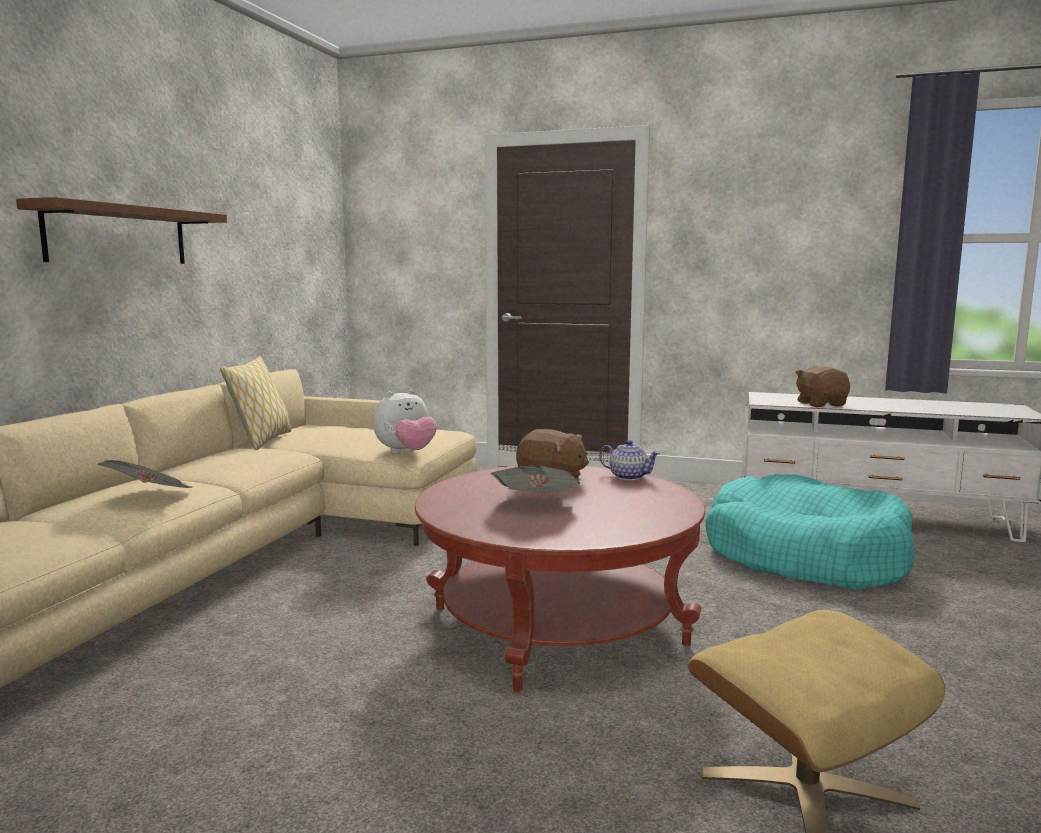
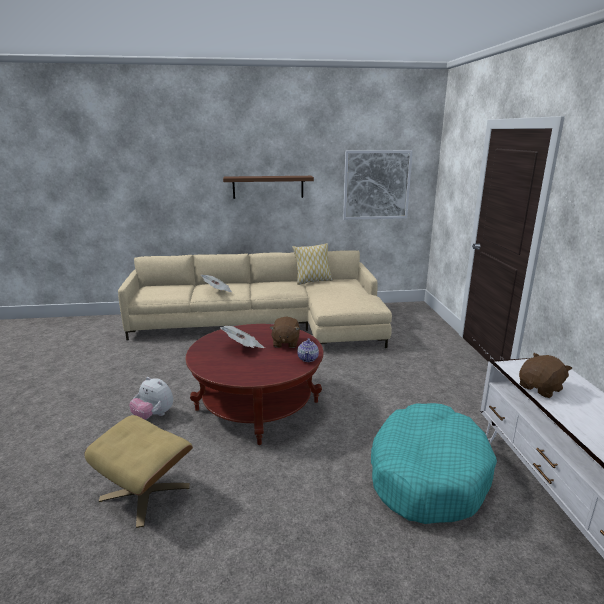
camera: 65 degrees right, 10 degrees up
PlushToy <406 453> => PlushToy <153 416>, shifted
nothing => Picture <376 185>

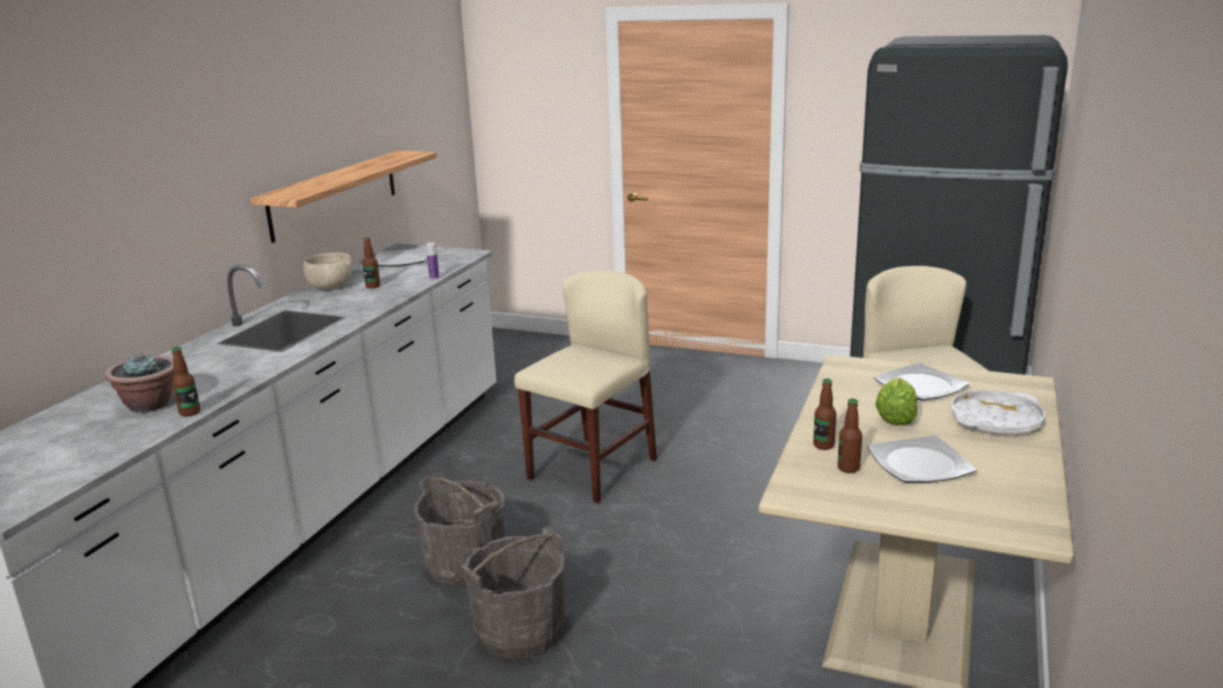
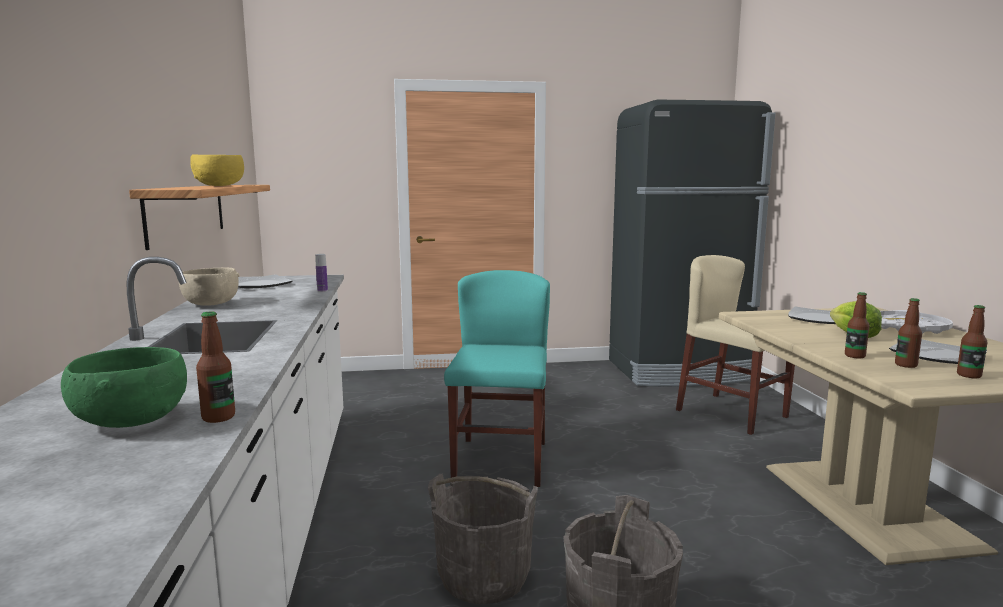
camera: 30 degrees left, 10 degrees down
PottedPlant <150 405> => GreenBowl <130 421>
Bottle <373 286> => Bottle <969 375>, shifted
BeigeChair <592 469> => TurquoiseChair <500 461>
nothing => YellowBowl <220 185>

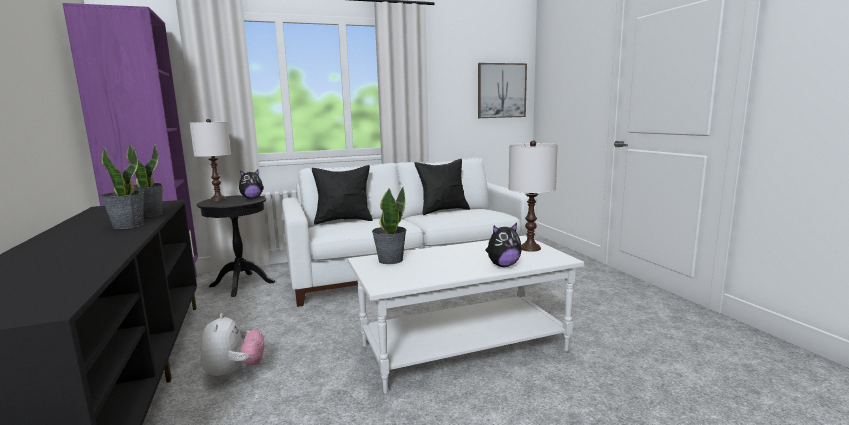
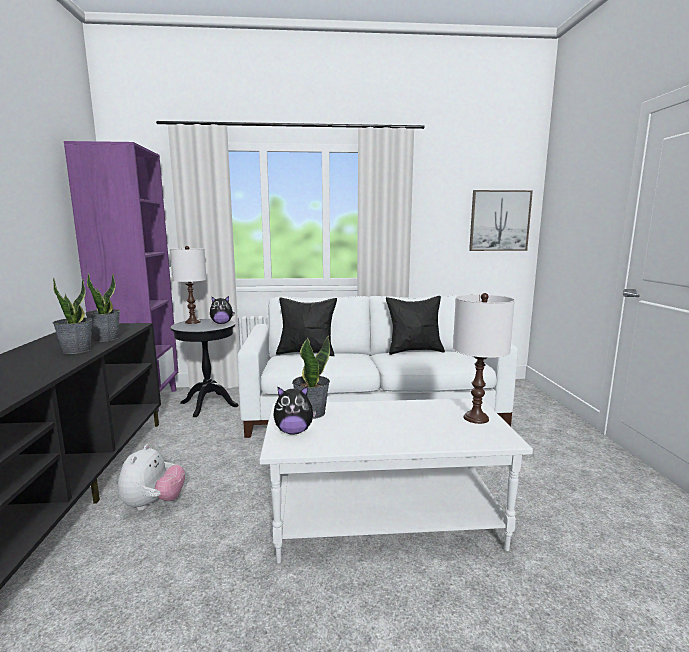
camera: 15 degrees right, 0 degrees up
PlushToy <503 265> => PlushToy <294 431>, shifted

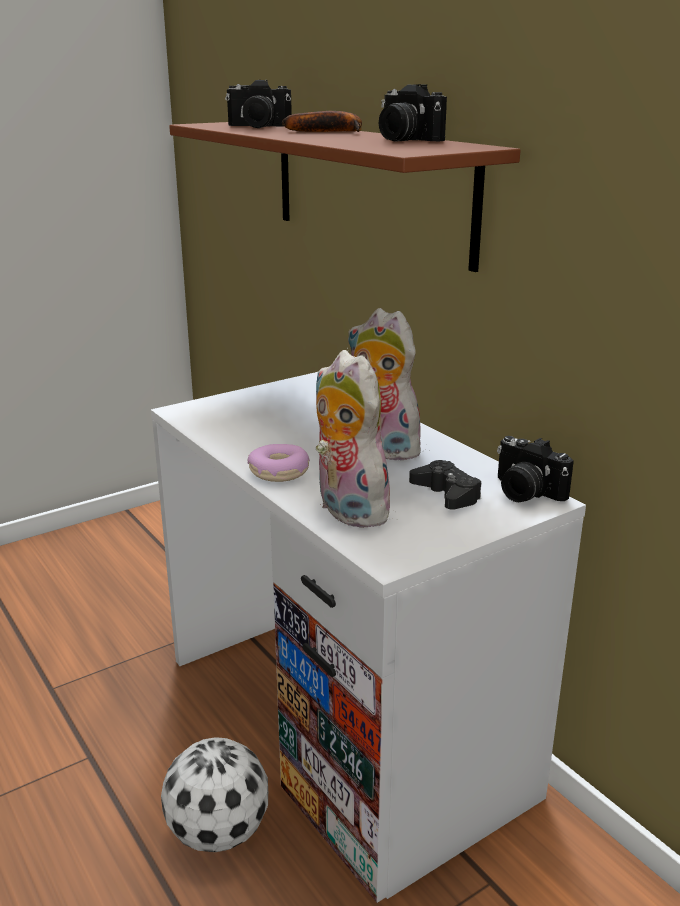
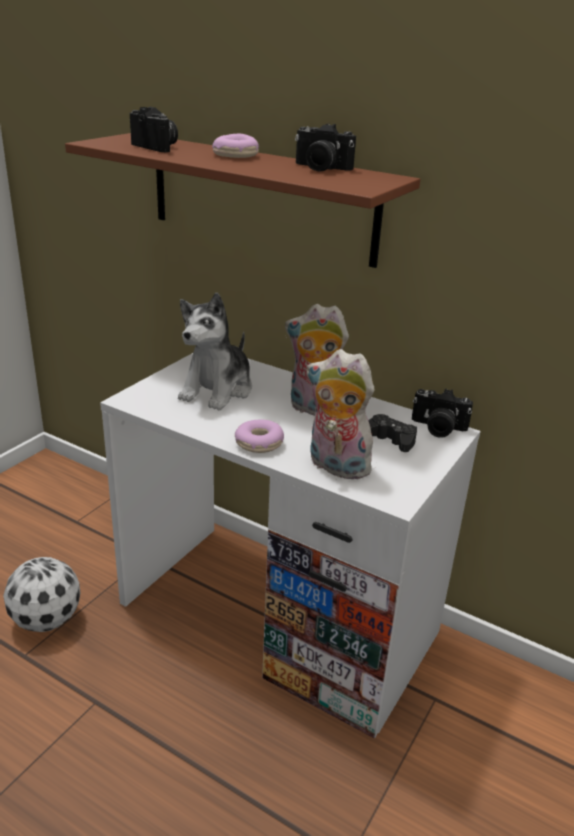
camera: 25 degrees left, 5 degrees up
Football <219 831> => Football <47 620>, shifted
PhotoCamera <257 127> => PhotoCamera <158 147>, 120 degrees counterclockwise
Banana <330 132> => Donut <236 155>
nothing => PlushToy <218 390>

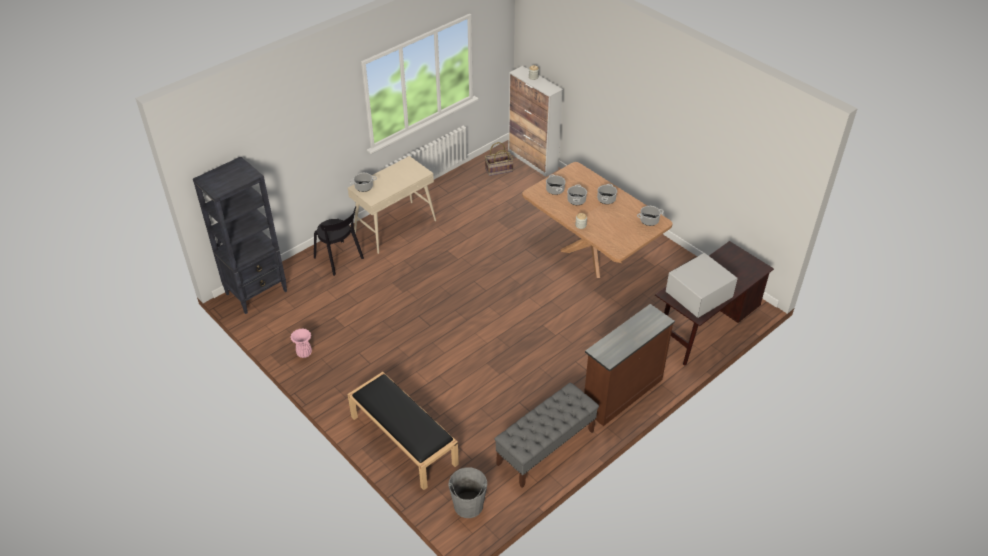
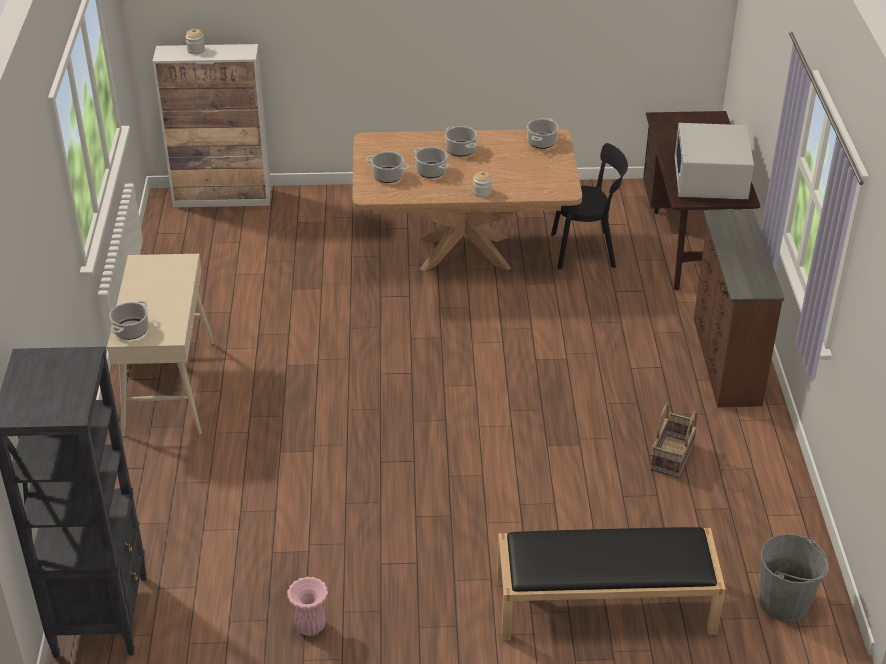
camera: 50 degrees left, 5 degrees down
BlackChair <340 259> => BlackChair <587 250>, shifted
Basket <499 170> => Basket <673 457>, shifted
GreyBench <545 448> => nothing

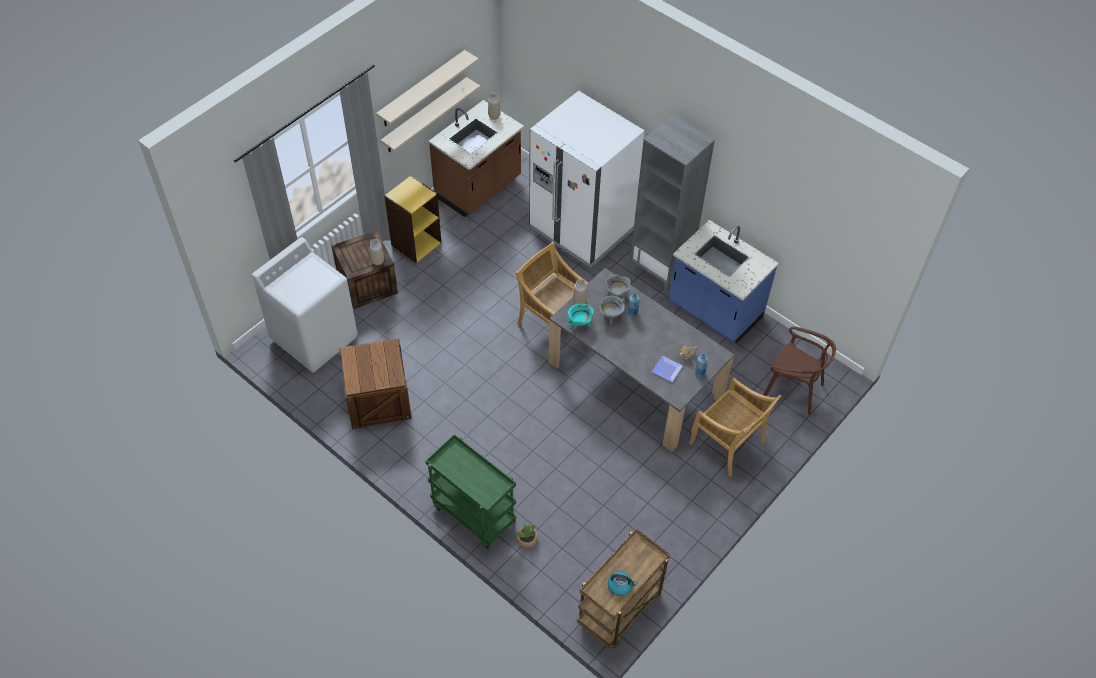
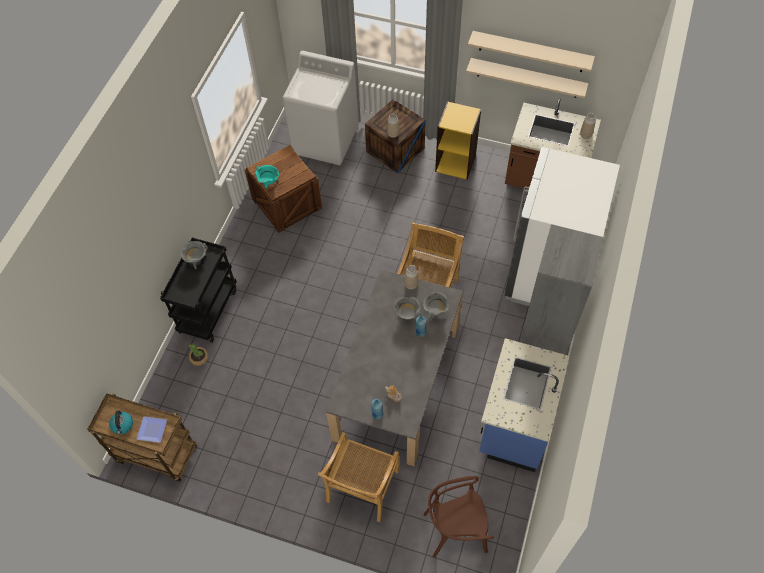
camera: 70 degrees right, 5 degrees up
GreenCart <472 513> => BlackCart <208 310>
TurquoiseCookingPot <580 324> => TurquoiseCookingPot <268 183>, shifted
Plate <665 370> => Plate <151 429>, shifted
BrownChair <792 389> => BrownChair <455 529>, 75 degrees clockwise
nothing => GreyCookingPot <196 260>

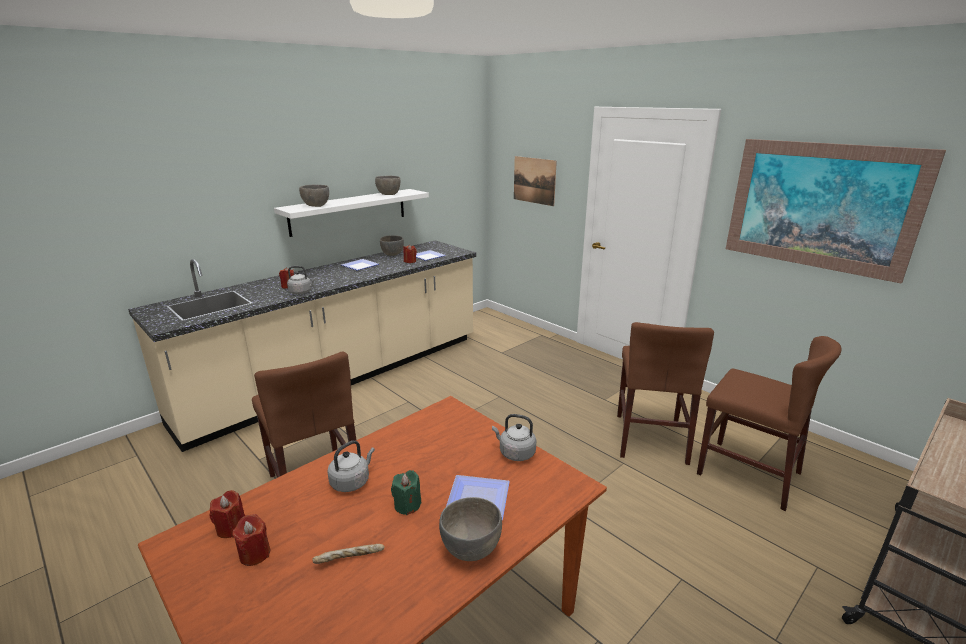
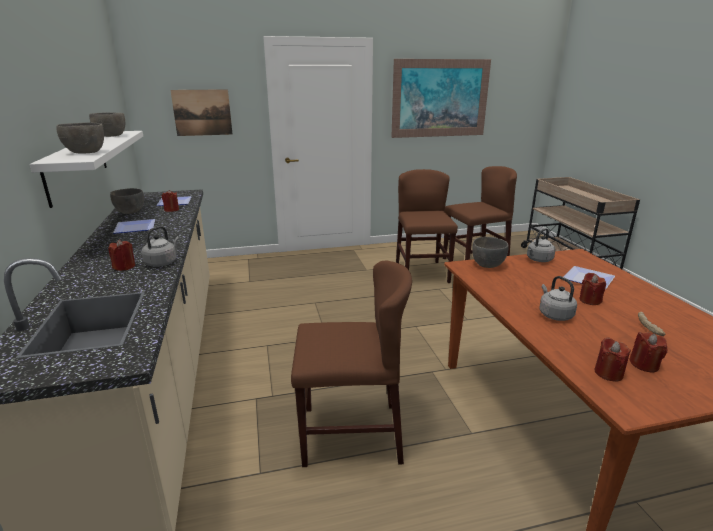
camera: 60 degrees left, 0 degrees up
GreenCandle <407 505> => RedCandle <589 300>
GreyBowl <471 549> => GreyBowl <487 265>, shifted
BrownChair <650 438> => BrownChair <422 272>, 135 degrees counterclockwise

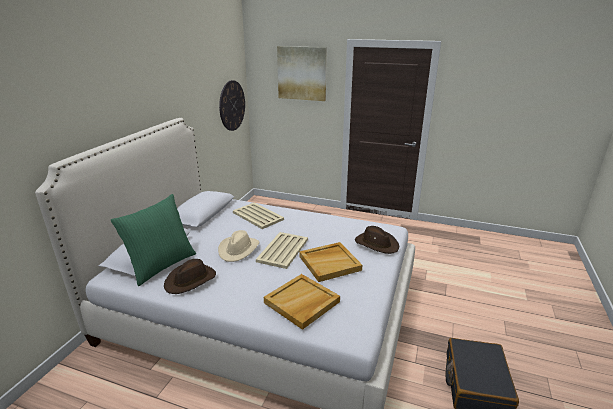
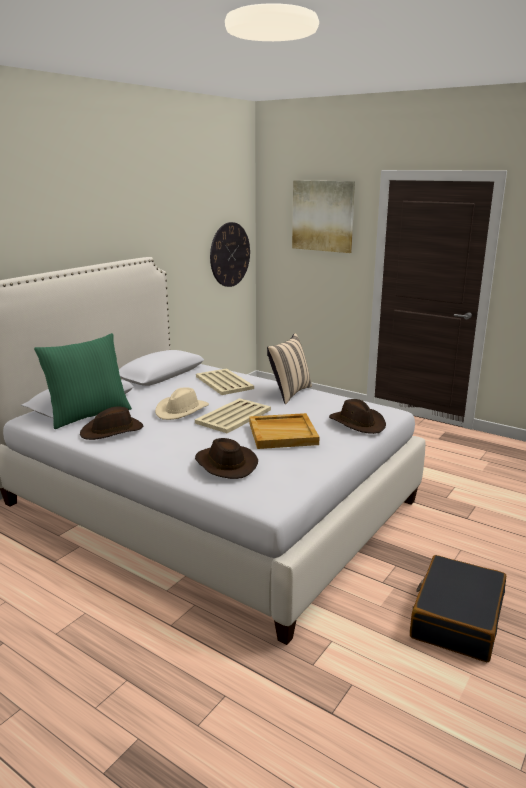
camera: 15 degrees right, 5 degrees down
BeigeTray <302 303> => BrownHat <225 464>
nothing => BeigePillow <289 393>

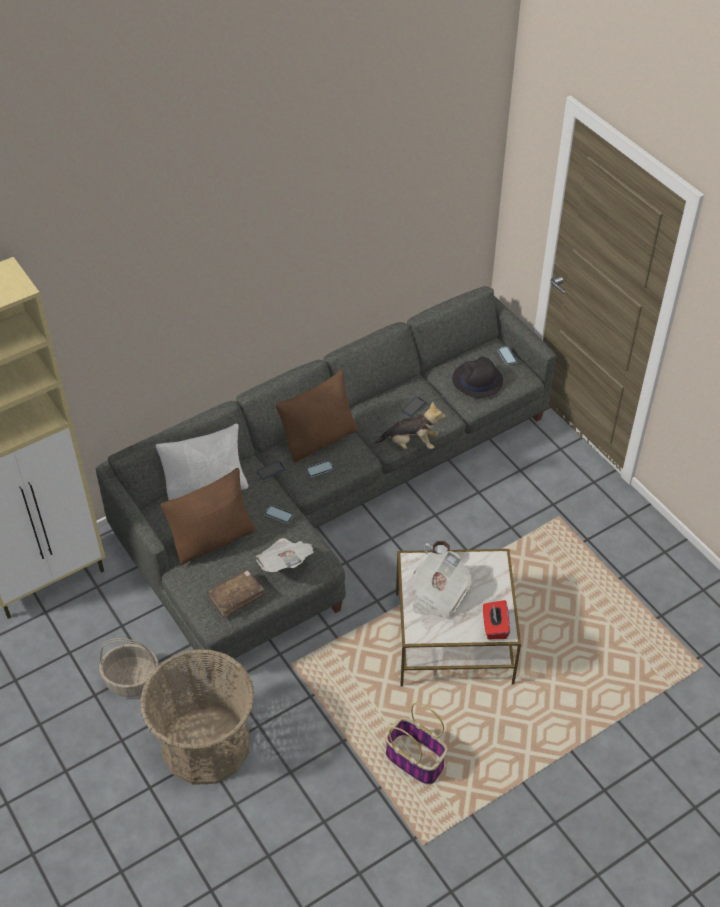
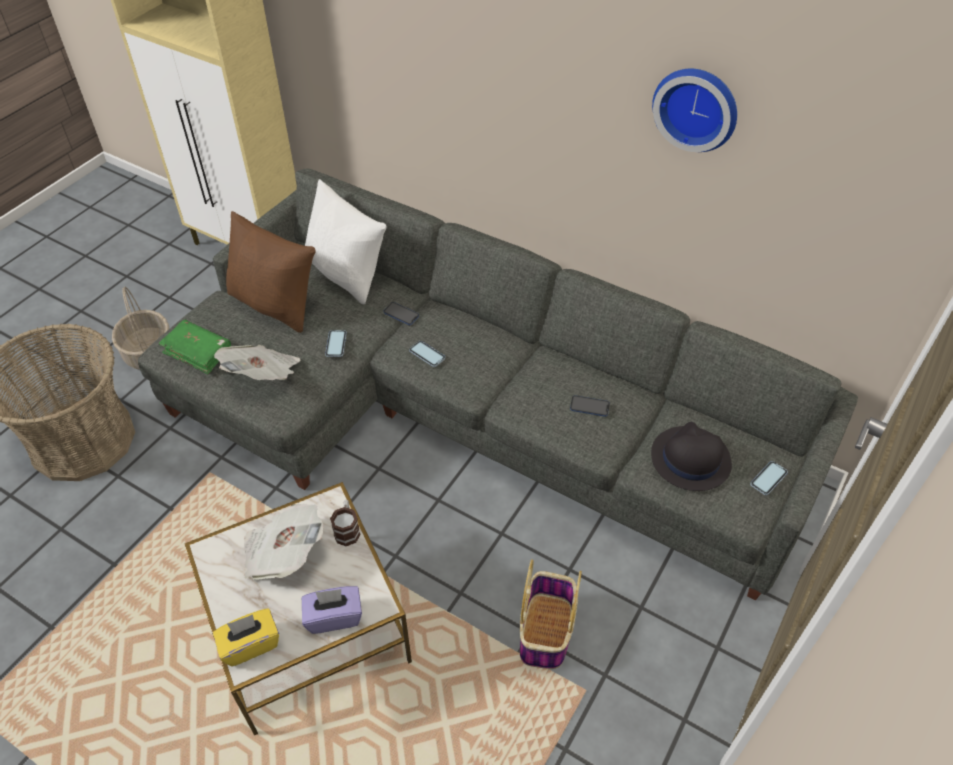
camera: 65 degrees right, 0 degrees up
BrownBook <235 596> => GreenBook <198 351>
BrownPillow <319 439> => nothing
PlushToy <411 443> => nothing
Basket <416 760> => Basket <546 632>, shifted
RedTissueBox <494 627> => YellowTissueBox <250 644>
nothing => PurpleTissueBox <334 617>
nothing => WallClock <697 107>

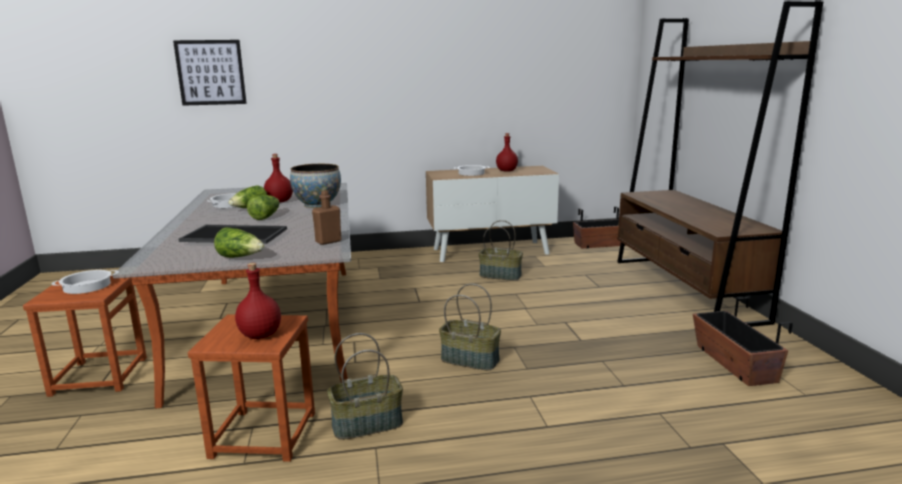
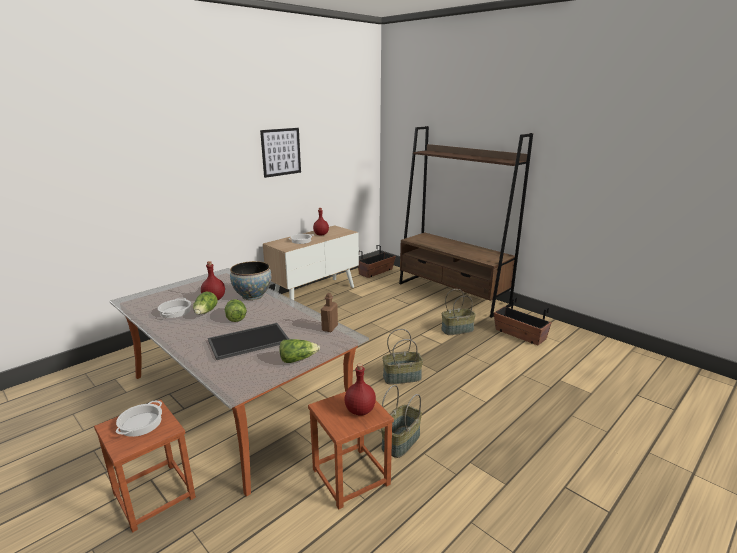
camera: 35 degrees left, 5 degrees up
Picture <210 72> => Picture <281 152>, shifted
Basket <501 275> => Basket <457 329>, shifted

